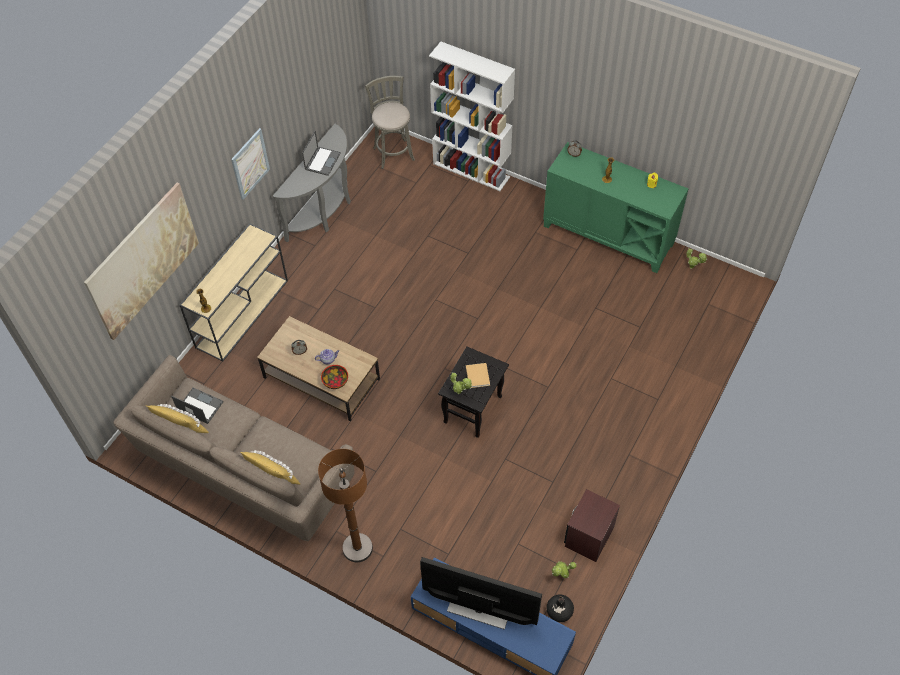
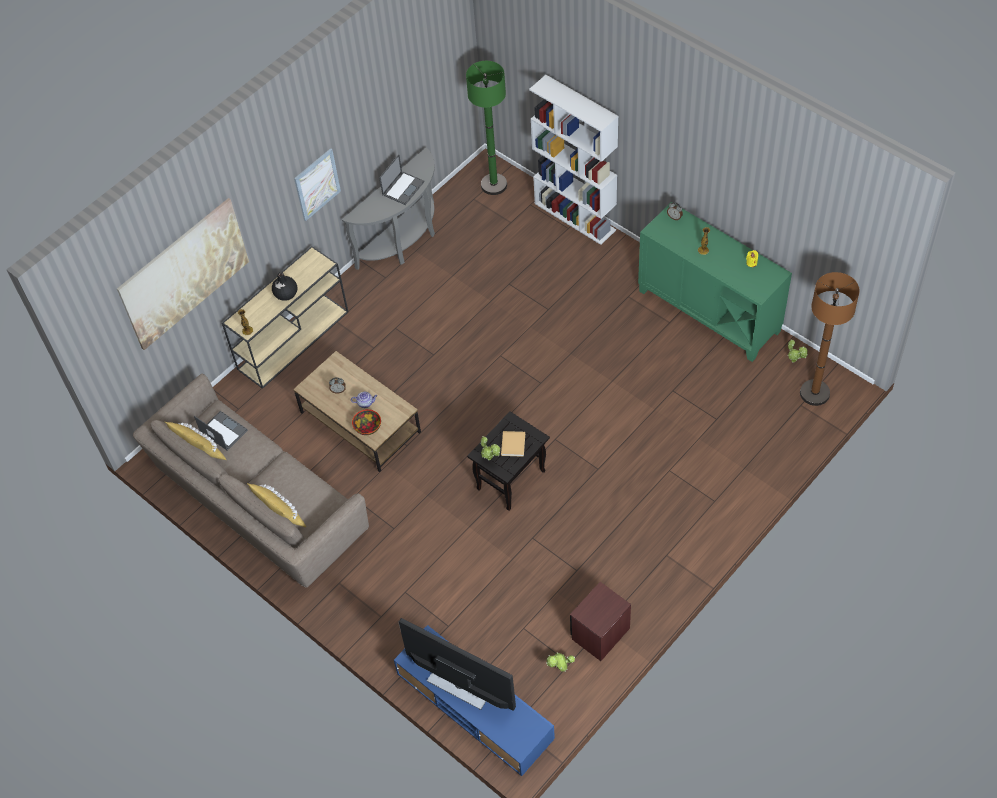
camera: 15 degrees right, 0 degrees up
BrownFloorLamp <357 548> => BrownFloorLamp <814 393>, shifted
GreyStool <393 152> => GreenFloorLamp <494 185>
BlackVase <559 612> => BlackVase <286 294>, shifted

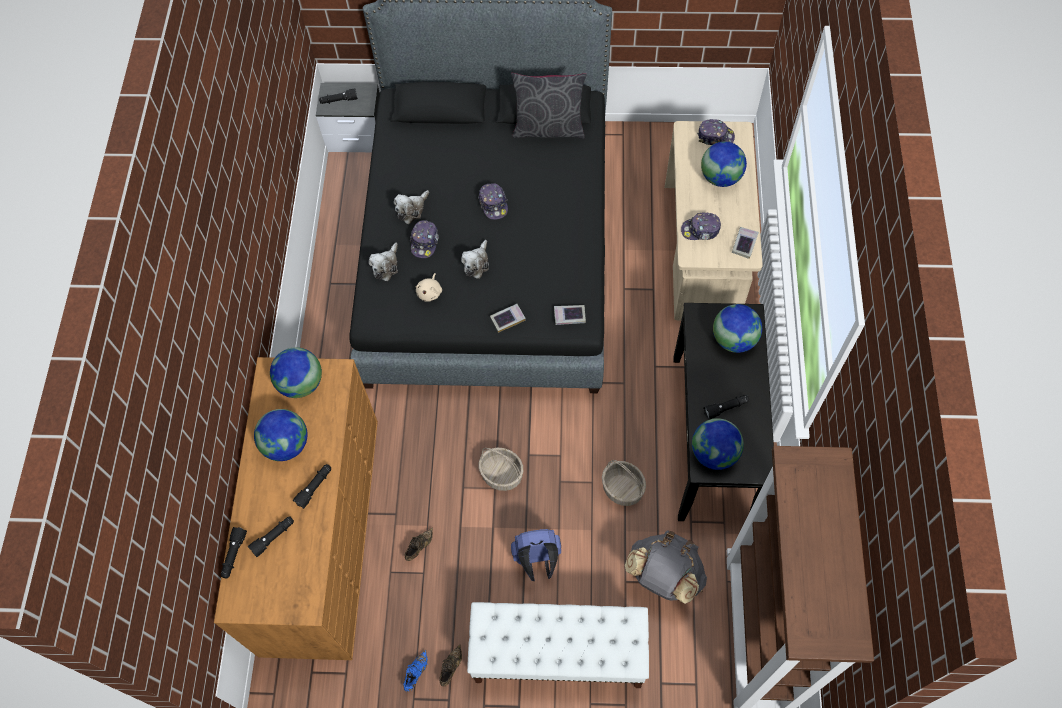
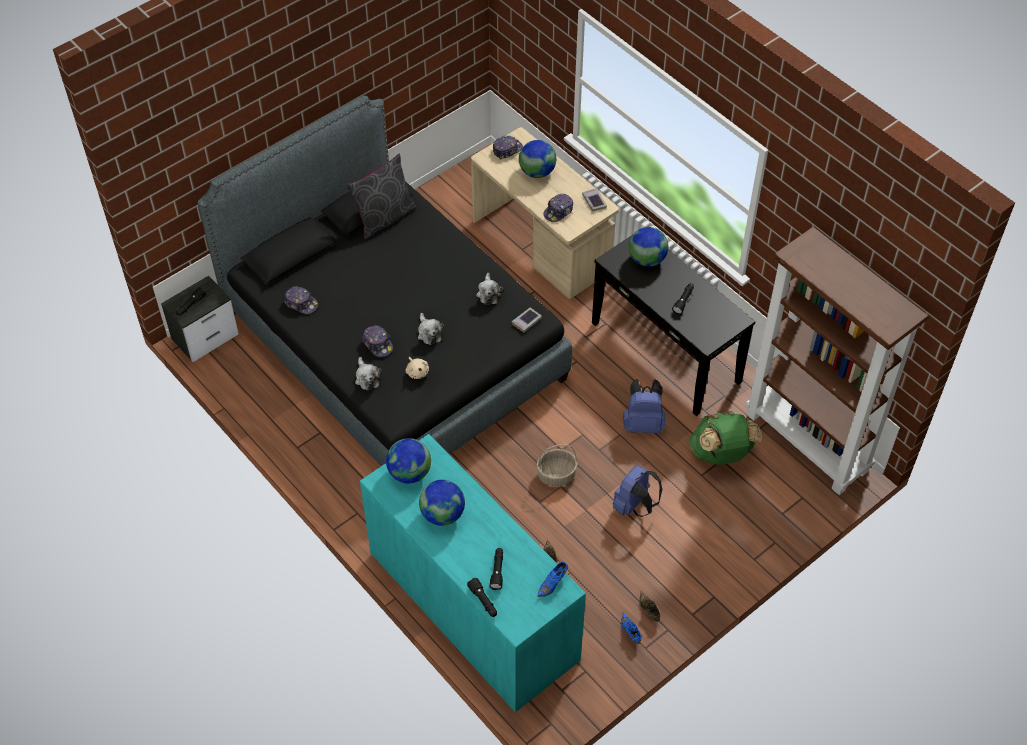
camera: 45 degrees left, 10 degrees down
BrownDresser <321 533> => TurquoiseDresser <472 605>
BlackFlashlight <315 487> => nothing
PlushToy <412 210> => PlushToy <488 293>, shifted
WhiteBench <557 654> => nothing
Cap <493 204> => Cap <301 303>, shifted
Book <507 319> => nothing
Basket <623 488> => BlueBackpack <643 423>
GreyBackpack <663 576> => GreenBackpack <721 454>
Globe <714 453> => nothing
nothing => BlueShoe <553 583>

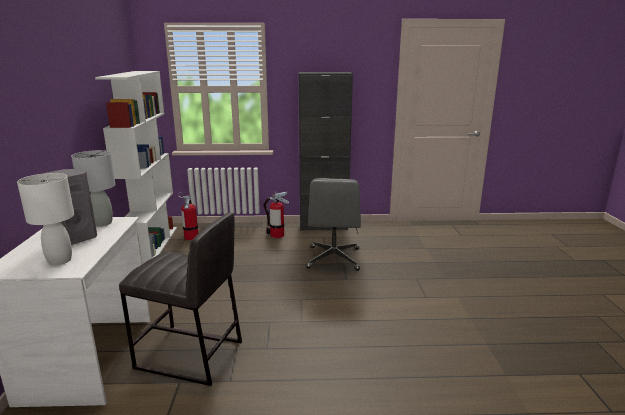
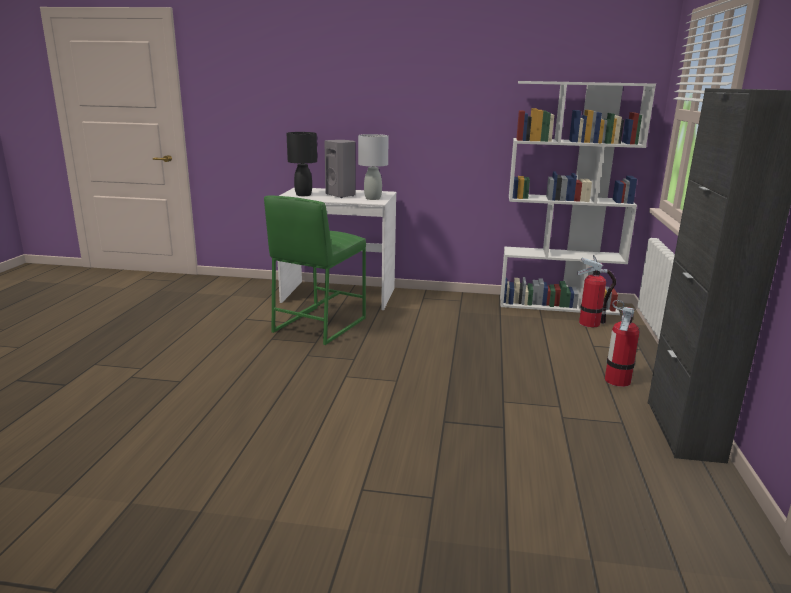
camera: 100 degrees right, 0 degrees up
WhiteTableLamp <59 261> => BlackTableLamp <303 195>
GreyStool <190 355> => GreenStool <318 325>
GreyOfficeChair <334 259> => nothing

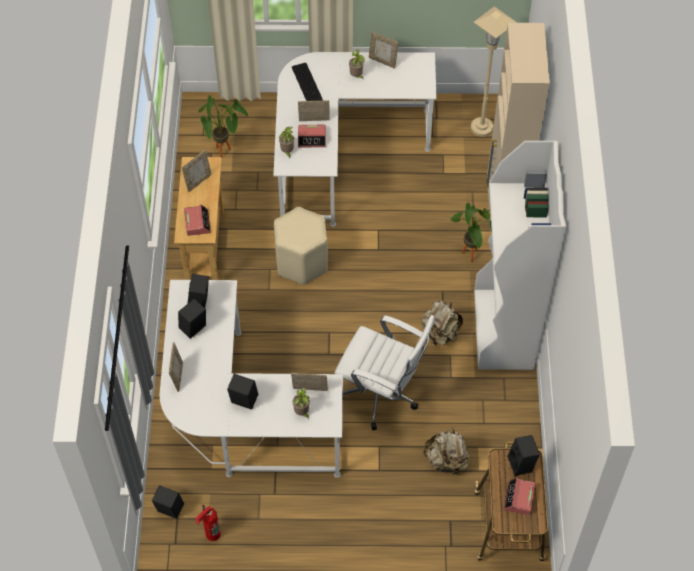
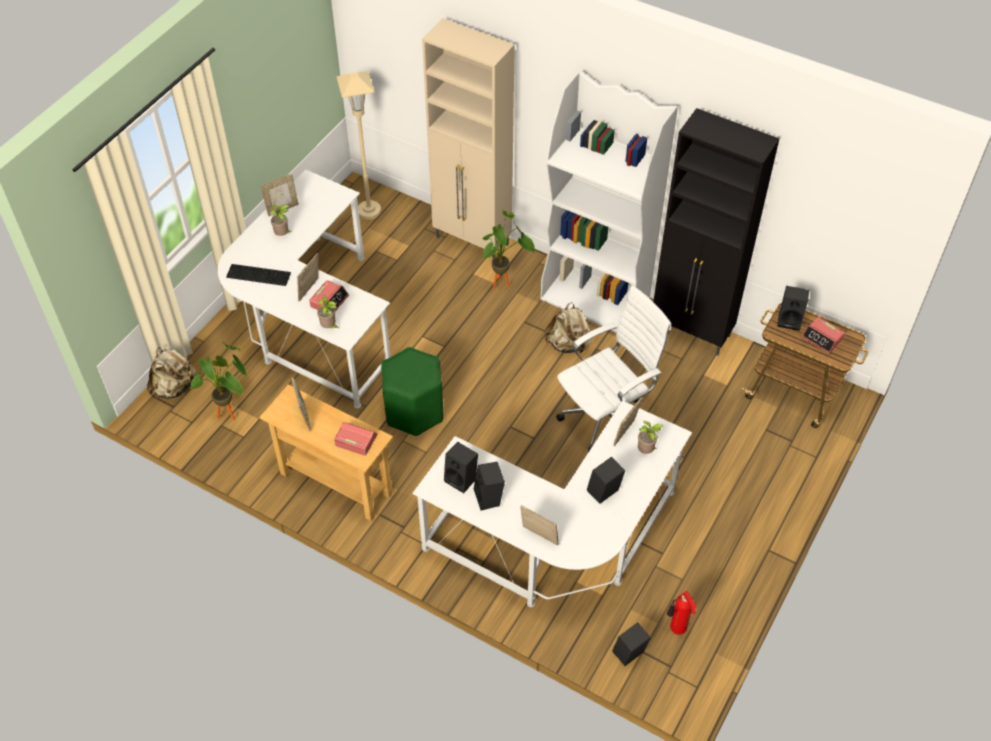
camera: 60 degrees left, 5 degrees down
BeigeStool <301 262> => GreenStool <414 412>
BeigeBackpack <446 460> => BeigeBackpack <174 388>, shifted
nothing => BlackCabinet <692 332>

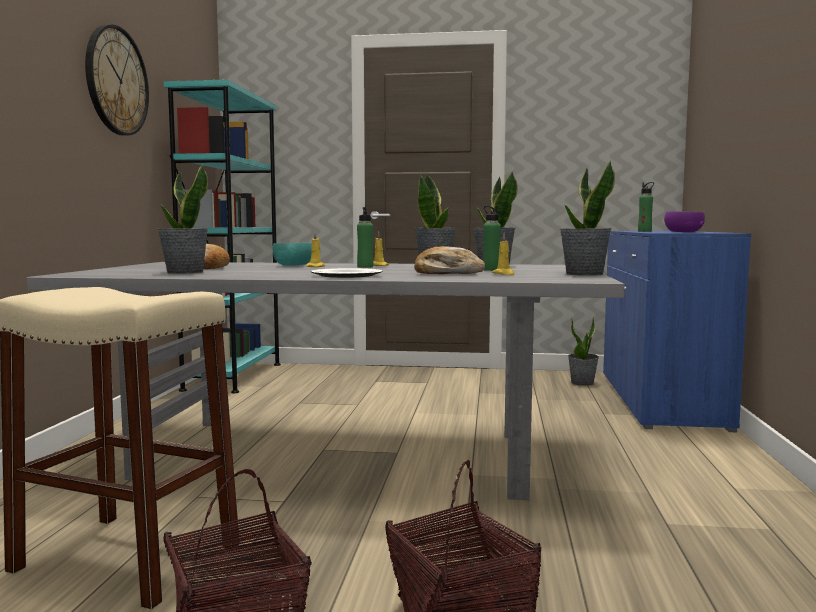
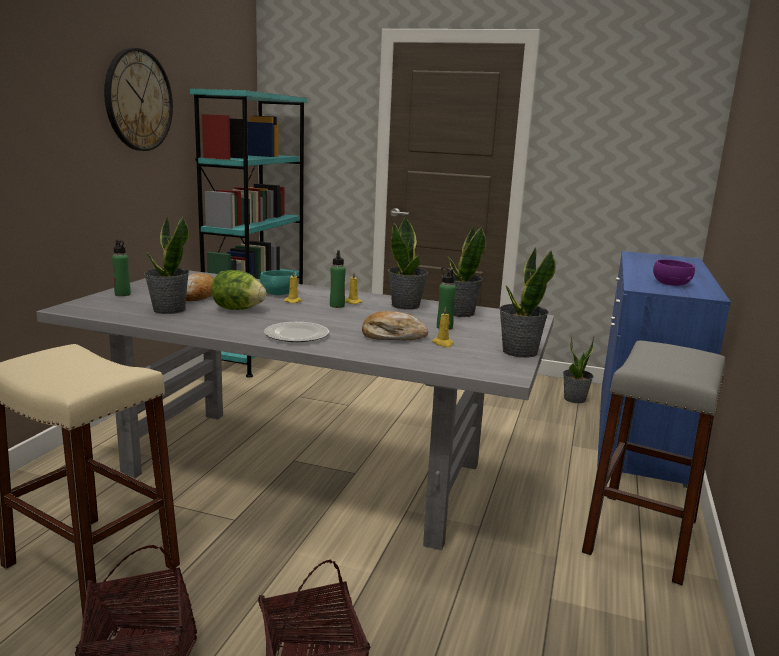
camera: 10 degrees right, 10 degrees up
GreenBottle <644 231> => GreenBottle <122 294>, shifted
nothing => Lettuce <238 309>
nothing => GreyStool <641 535>

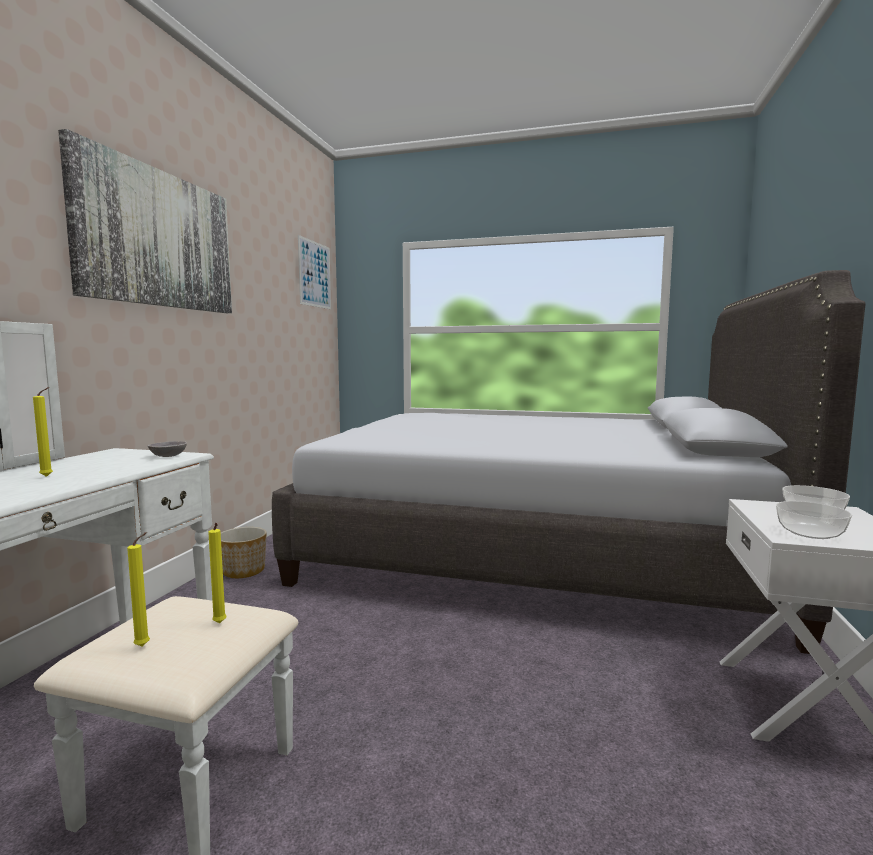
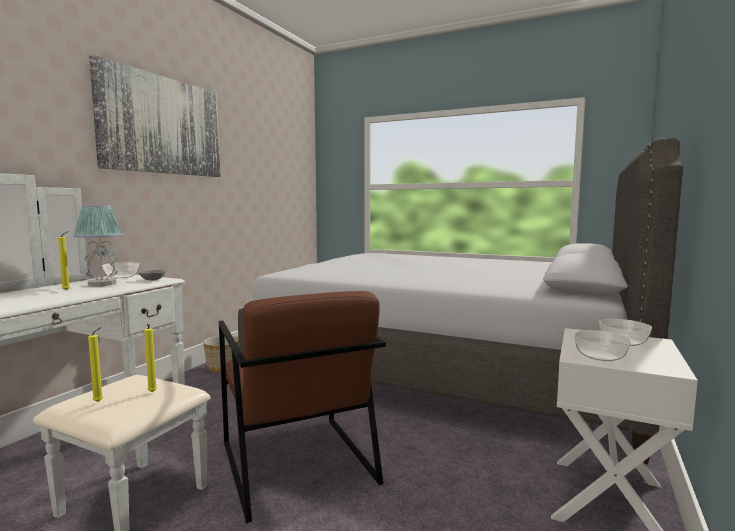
camera: 10 degrees right, 0 degrees up
Picture <315 274> => nothing
nothing => TableLamp <102 284>
nothing => Bowl <121 276>
nothing => BrownArmchair <296 462>

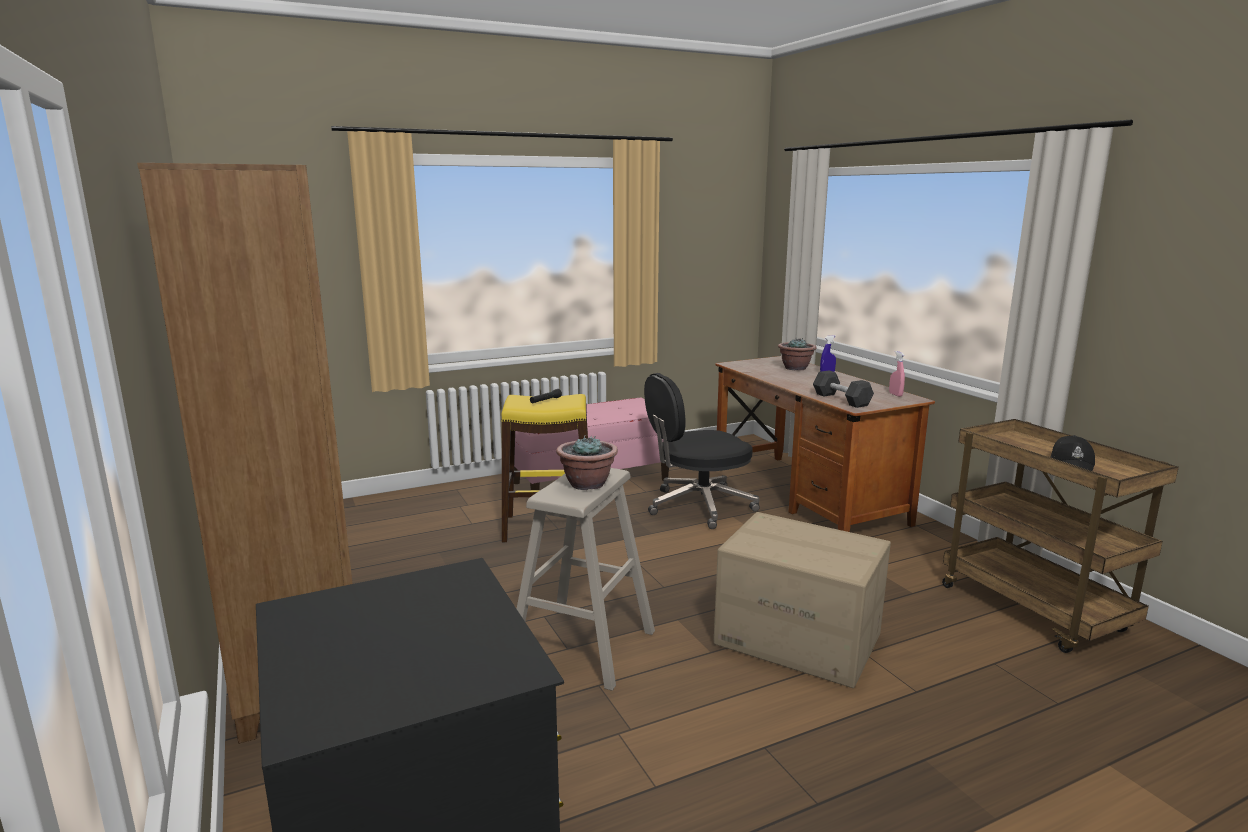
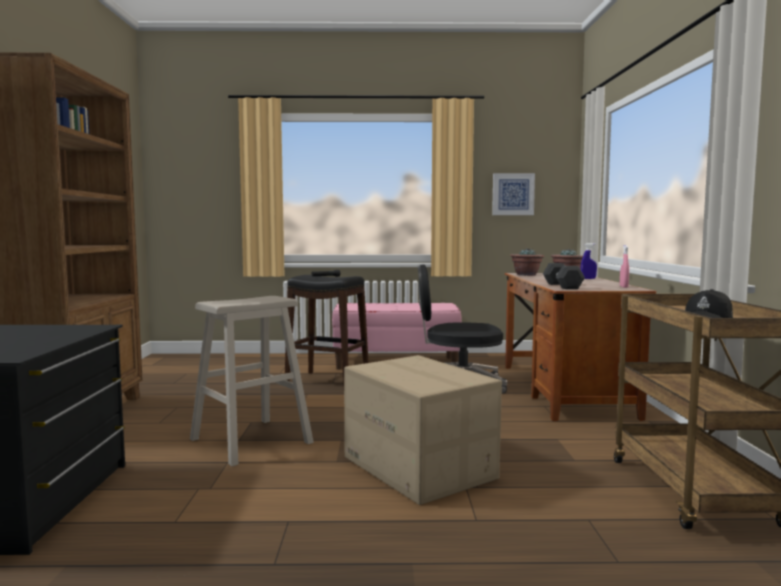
camera: 25 degrees right, 10 degrees down
YellowStool <548 528> => BlackStool <327 381>
PottedPlant <587 484> => PottedPlant <526 275>, shifted
nothing => Picture <513 194>

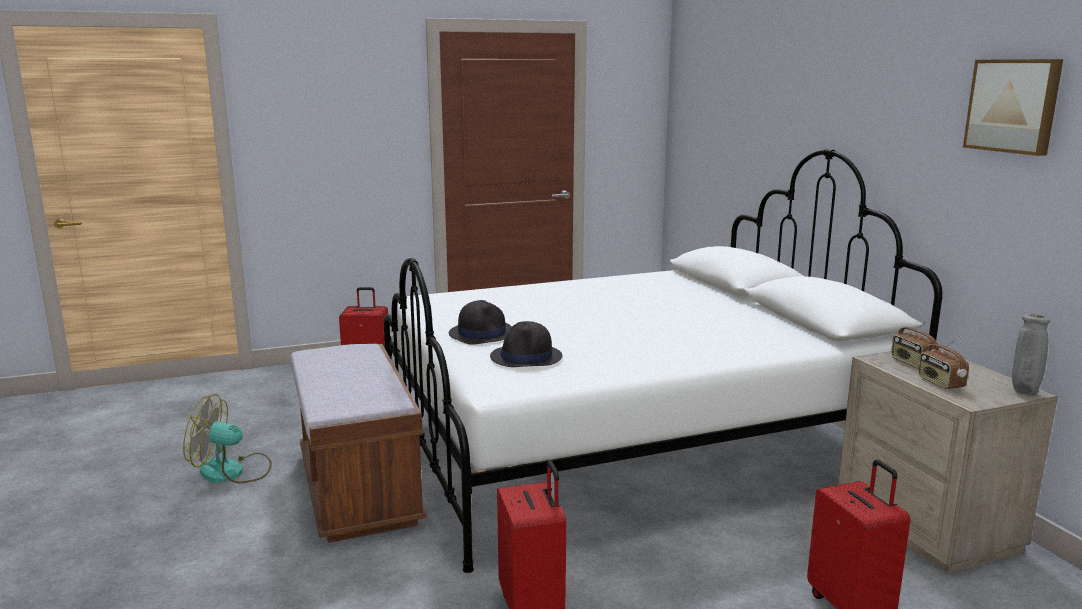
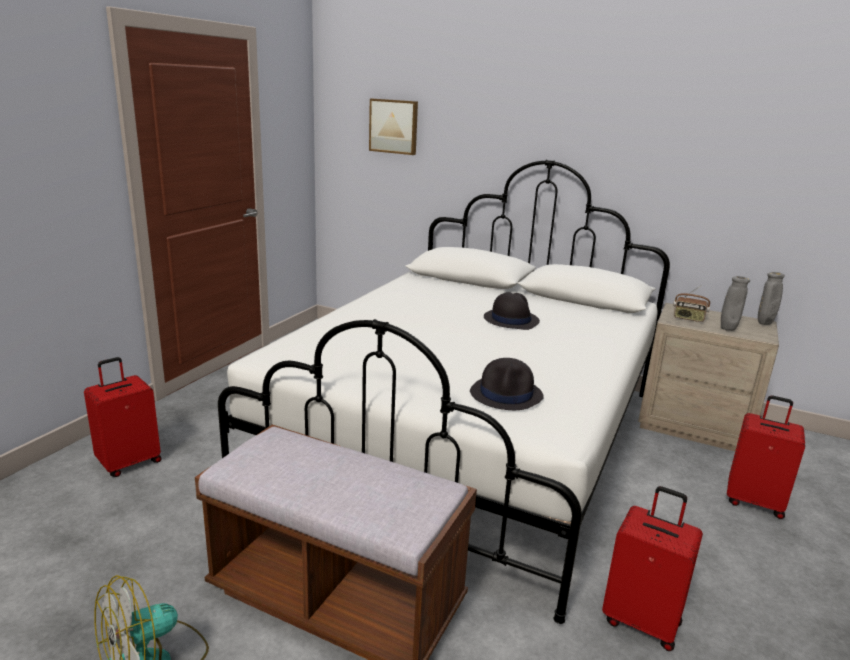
camera: 45 degrees left, 5 degrees up
BlackHat <482 333> => BlackHat <510 320>, shifted
Radio <940 383> => GreyVase <727 329>
Picture <1014 106> => Picture <394 126>, shifted

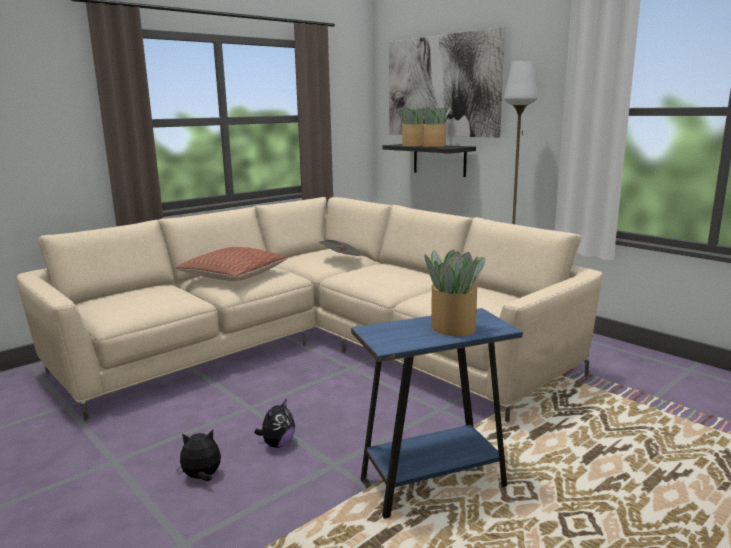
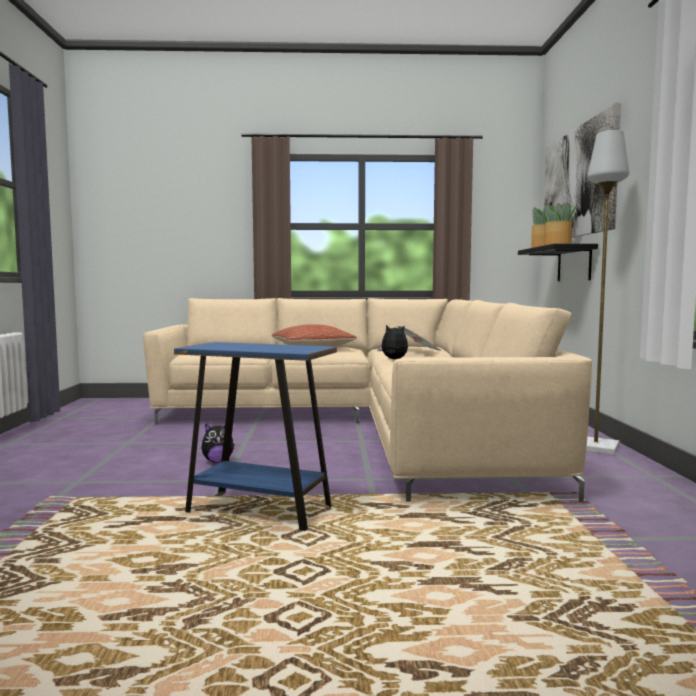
camera: 40 degrees right, 10 degrees down
PlushToy <202 477> => PlushToy <393 359>, shifted
PottedPlant <452 327> => nothing

